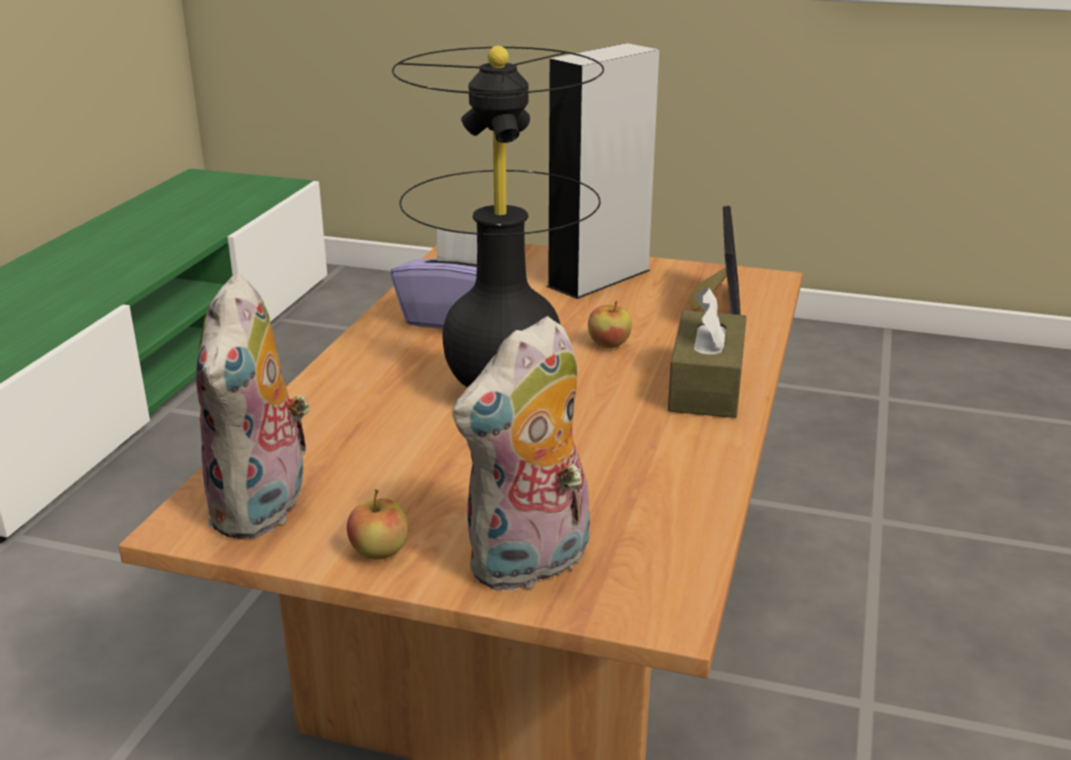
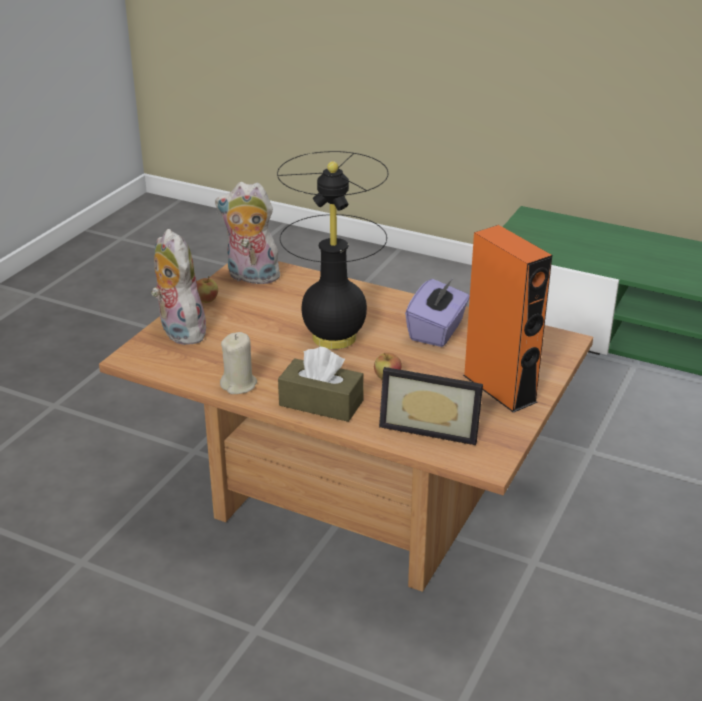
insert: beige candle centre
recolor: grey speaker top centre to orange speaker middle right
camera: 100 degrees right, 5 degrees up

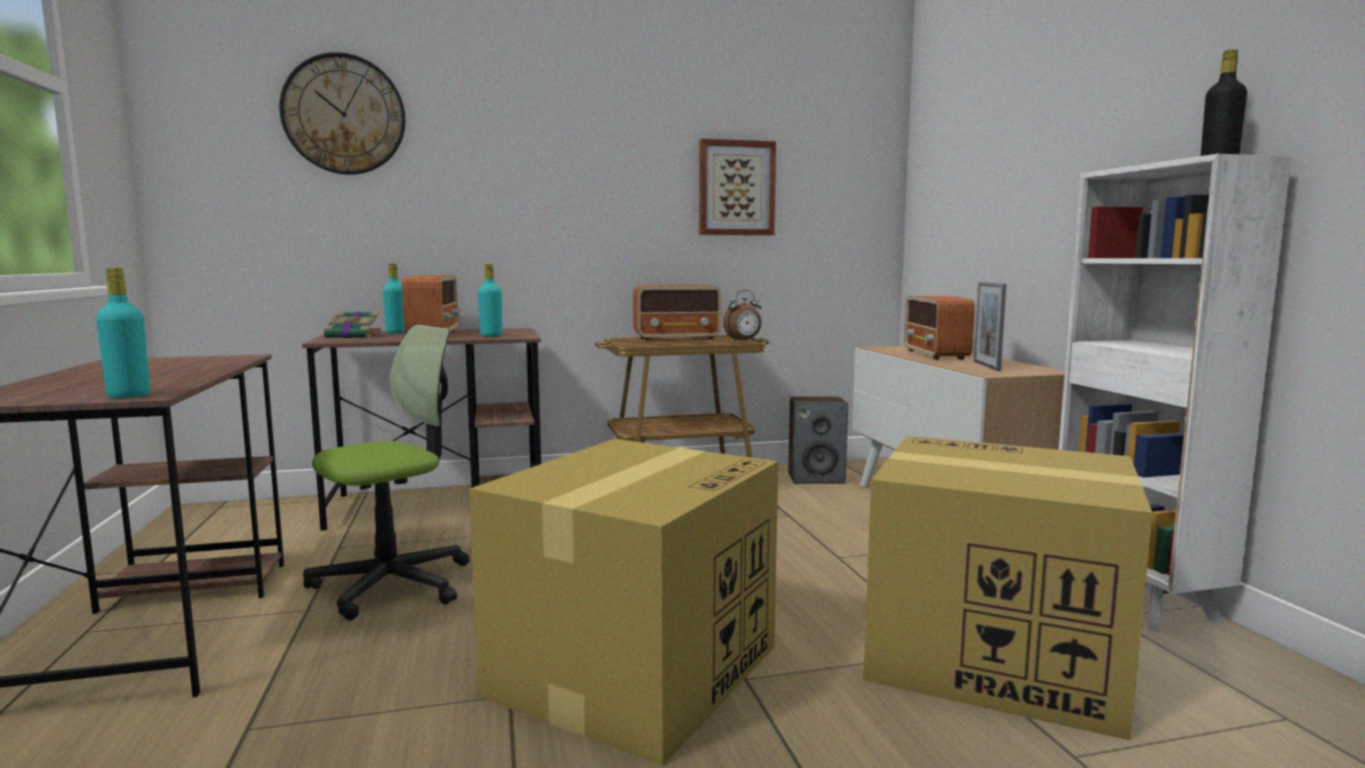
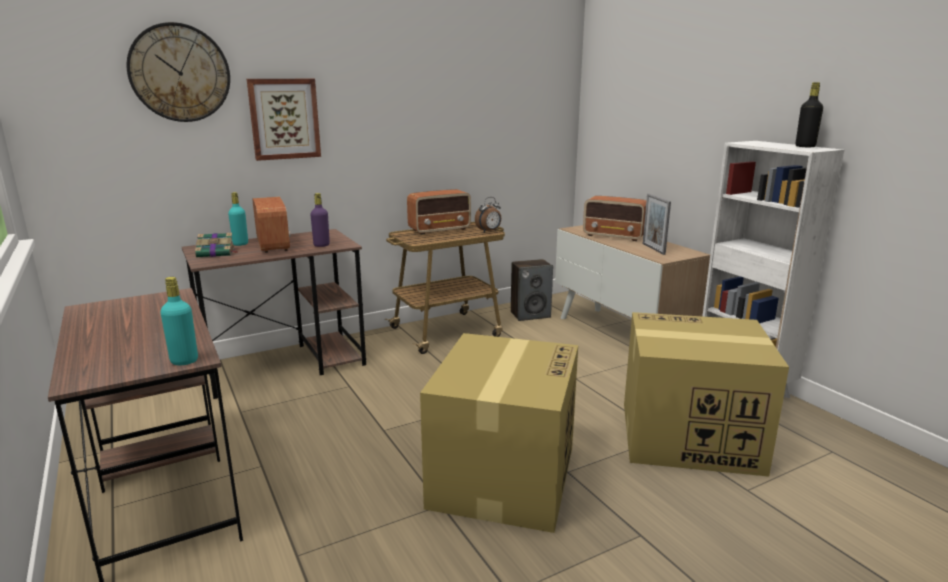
delete: office chair middle left
move: picture top centre to top left
recolor: turquoise bottle (3rd from left) centre to purple bottle centre
rotate: radio (3rd from left) middle right = centre 45 degrees counterclockwise
camera: 15 degrees left, 10 degrees up

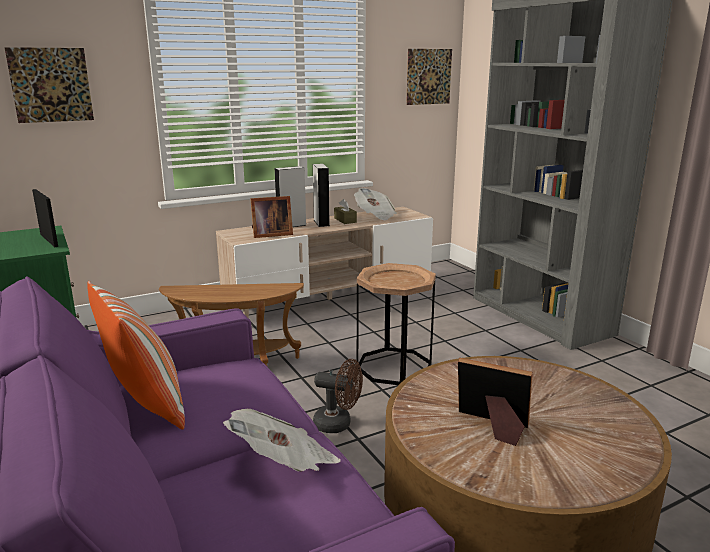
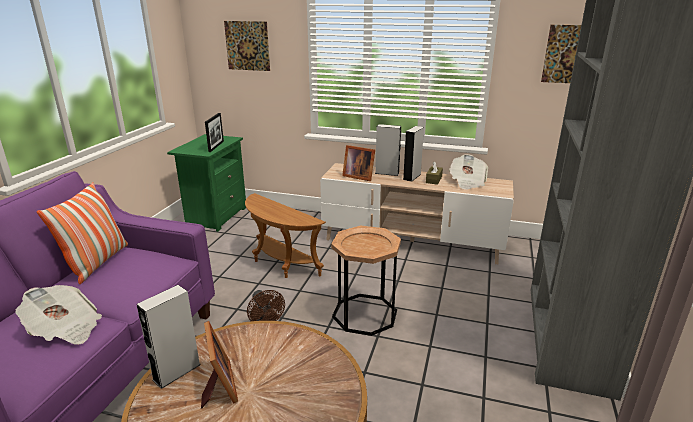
insert: grey speaker (1st from left) bottom left
camera: 45 degrees right, 5 degrees up

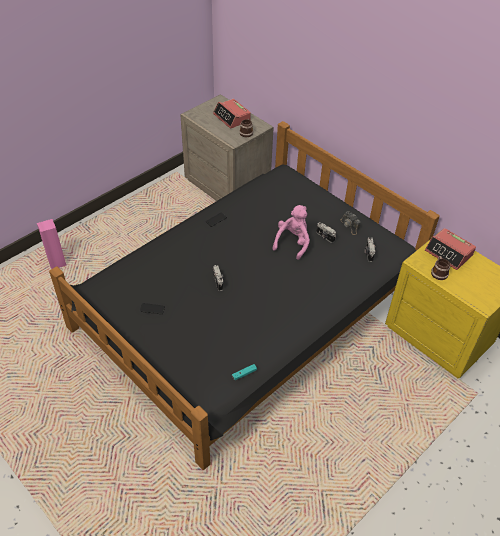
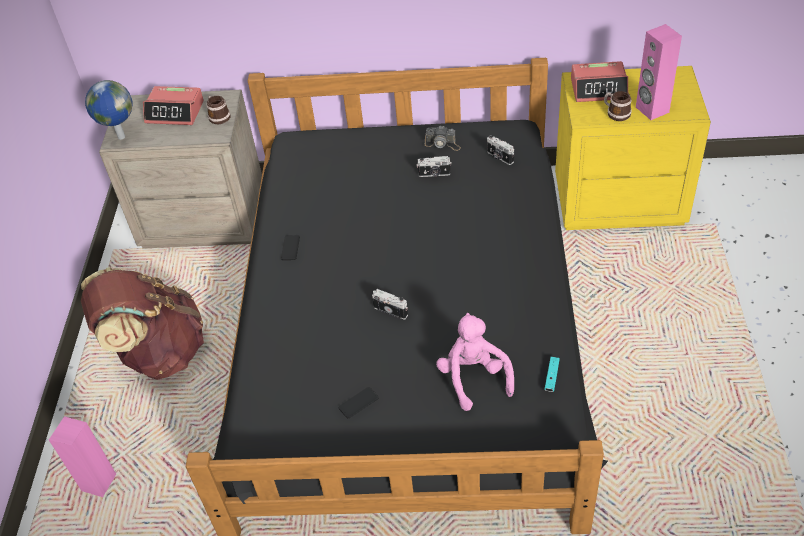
insert: brown backpack middle left; globe top left; pink speaker (2nd from left) top right
move: pink plush toy centre to bottom centre
camera: 40 degrees left, 0 degrees up

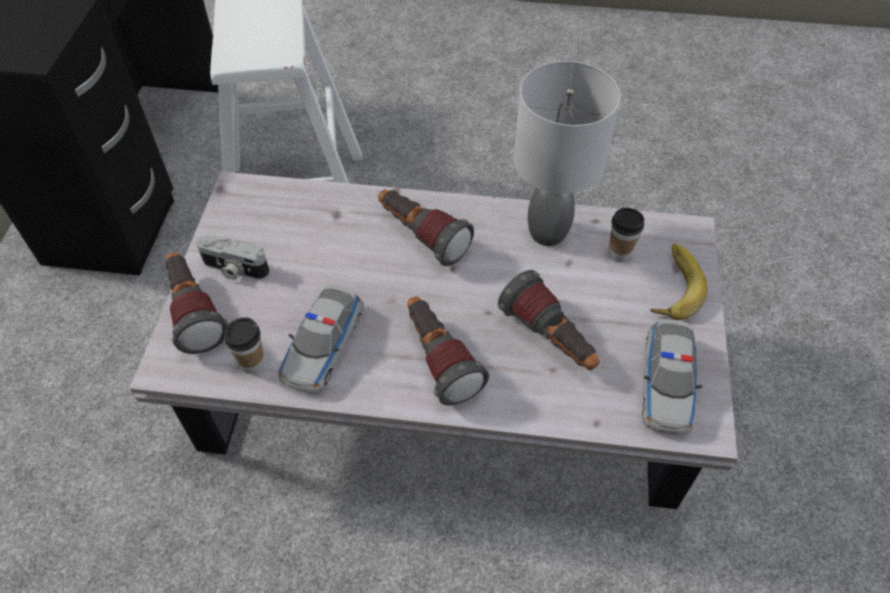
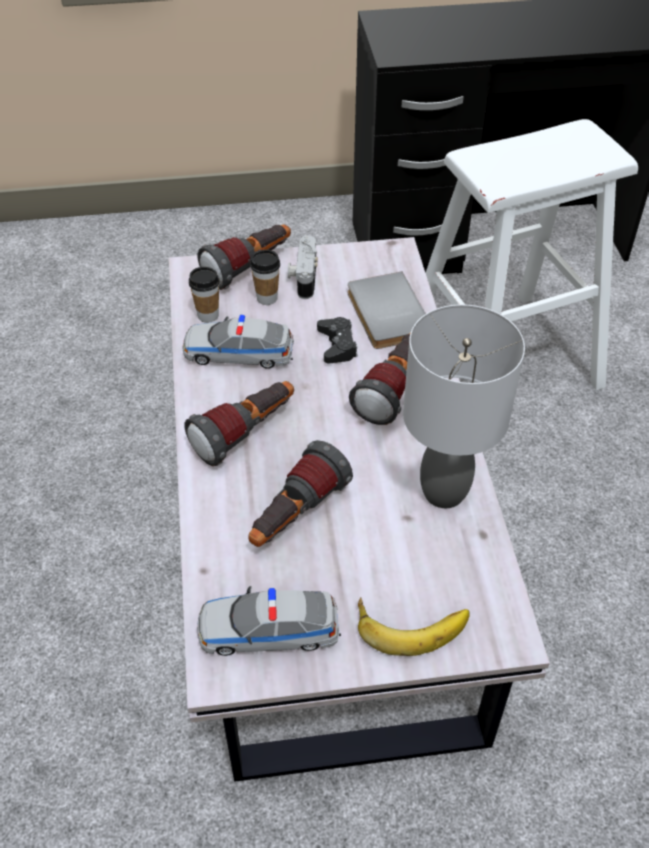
insert: black game controller centre; grey book centre
move: cup (2nd from left) middle right to top centre
camera: 75 degrees right, 5 degrees down

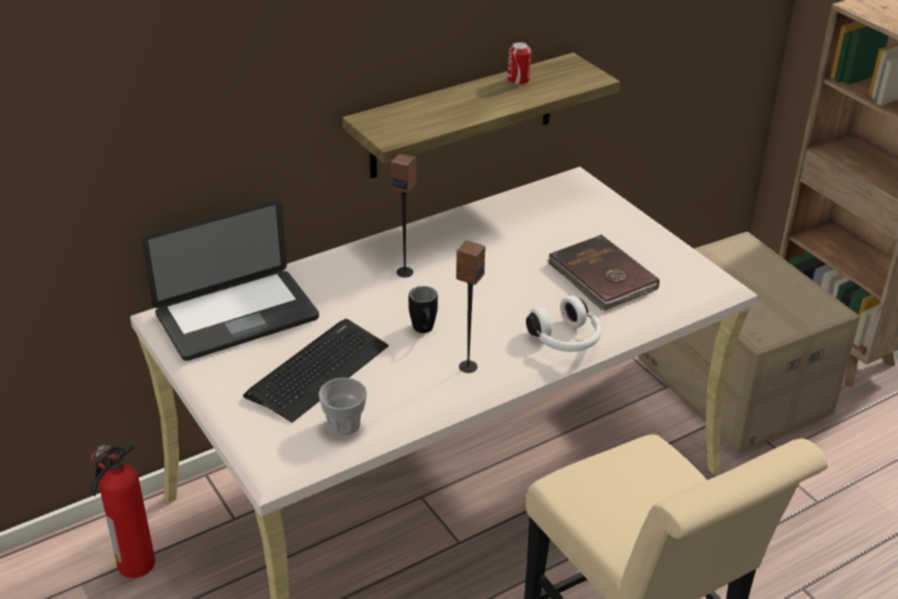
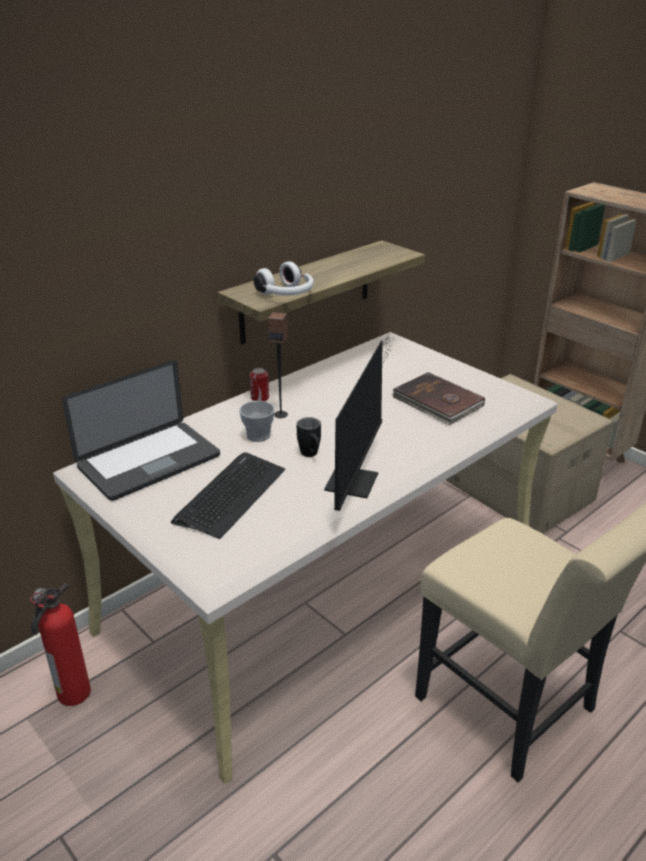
move: cup bottom centre to centre; can top centre to centre; white headphones centre to top centre
replace: speaker (2nd from left) centre to monitor centre
camera: 10 degrees left, 5 degrees down

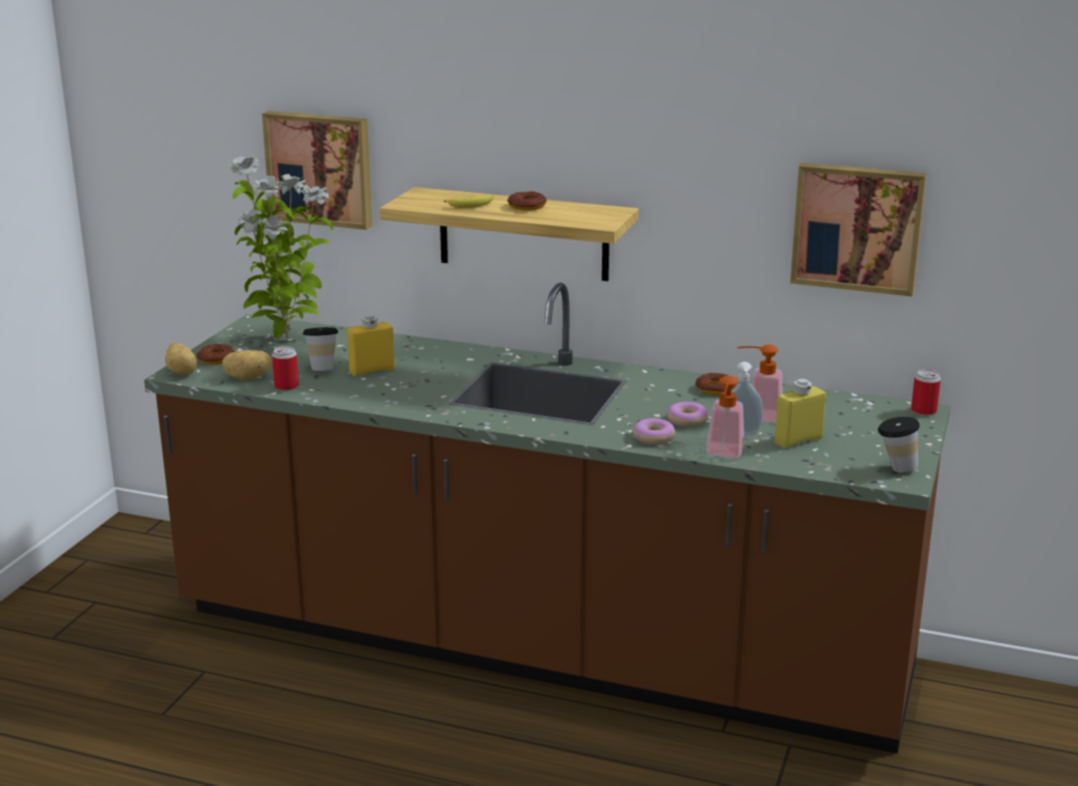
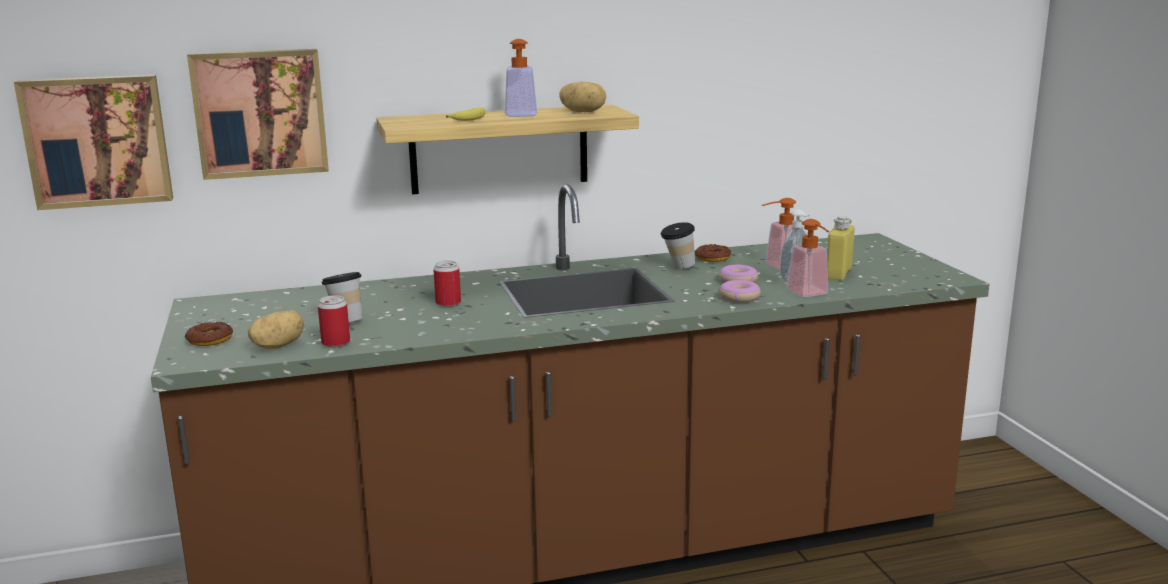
delete: potted plant top left; yellow bottle (1st from left) centre
move: potato (1st from left in the first image) middle left to potato (2nd from left) top centre; picture (2nd from left in the first image) top right to picture (1st from left) top left; cup (2nd from left) middle right to centre; can (2nd from left) middle right to centre
replace: donut (2nd from left) top centre to soap dispenser (1st from left) top centre
camera: 35 degrees left, 5 degrees down

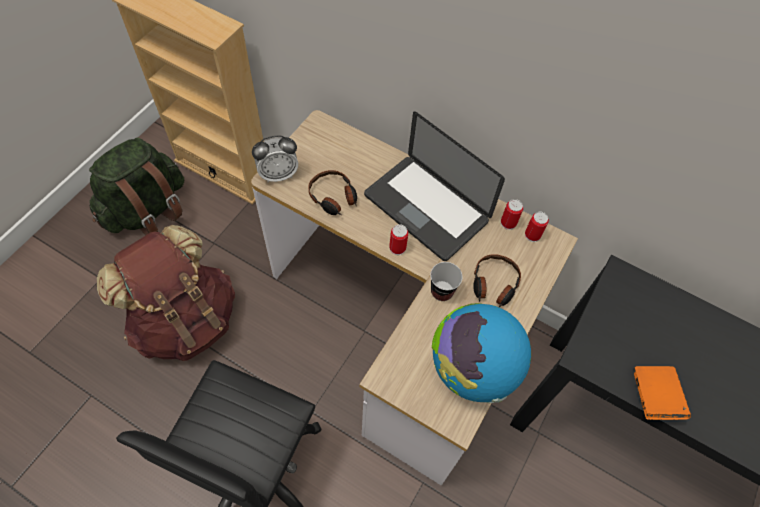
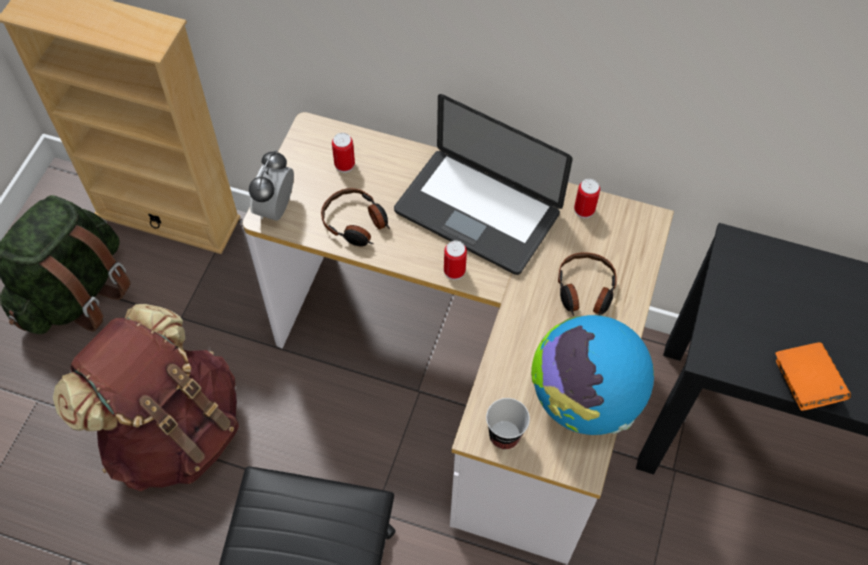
move: cup centre to bottom centre; can (3rd from left in the first image) middle right to can (1st from left) top centre
rotate: alarm clock top centre = top left 135 degrees clockwise
camera: 10 degrees left, 0 degrees up

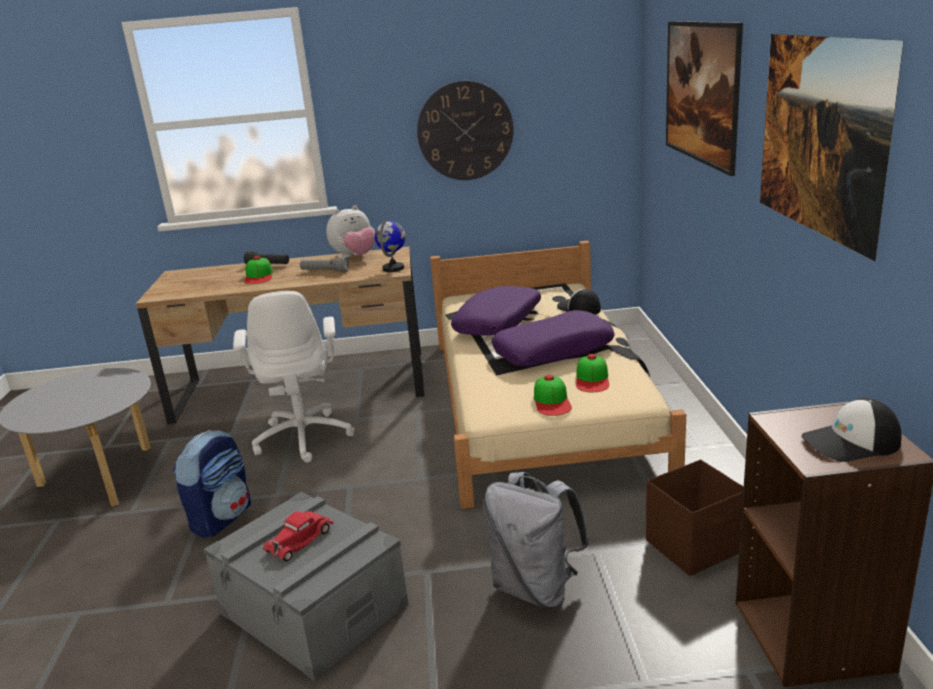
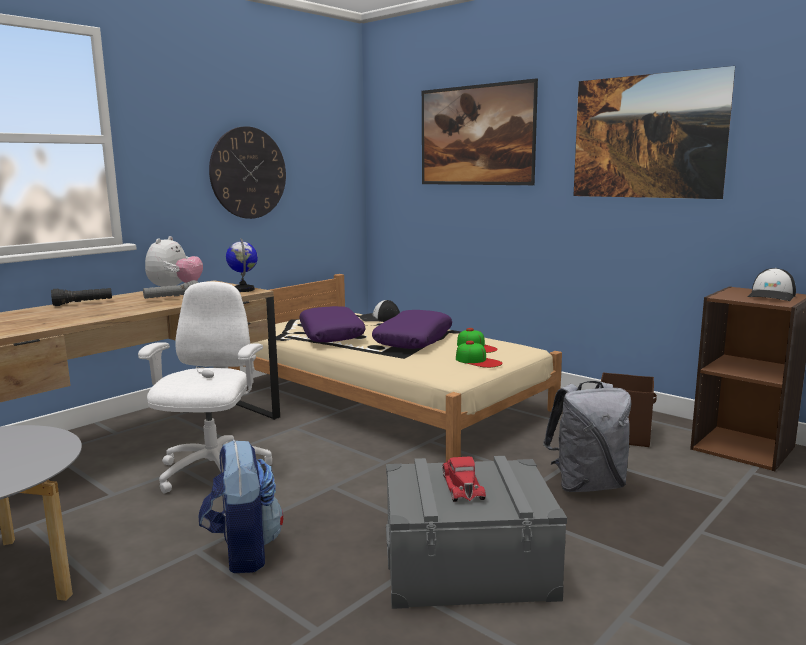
delete: cap (1st from left) middle left
rotate: white office chair middle left = middle left 120 degrees counterclockwise
camera: 45 degrees left, 10 degrees down

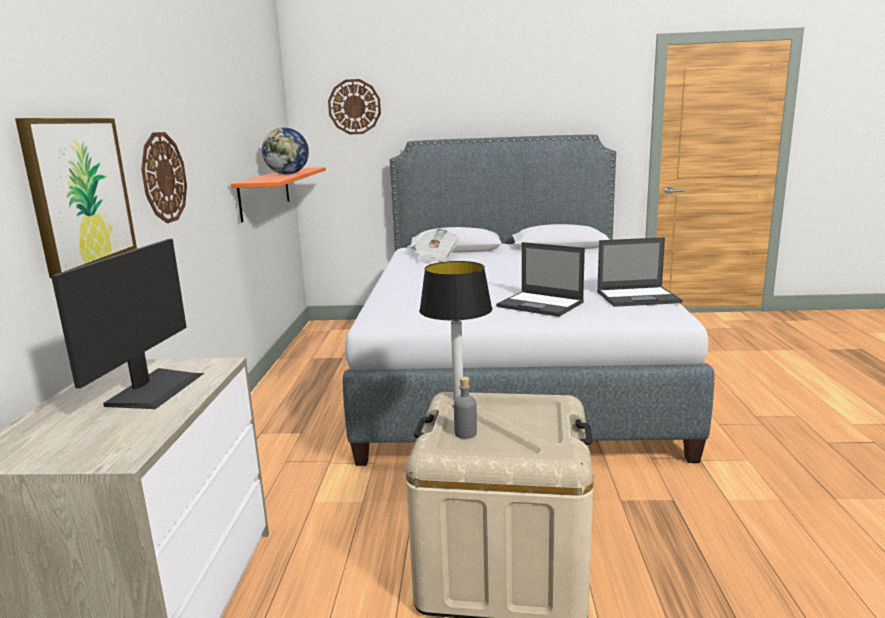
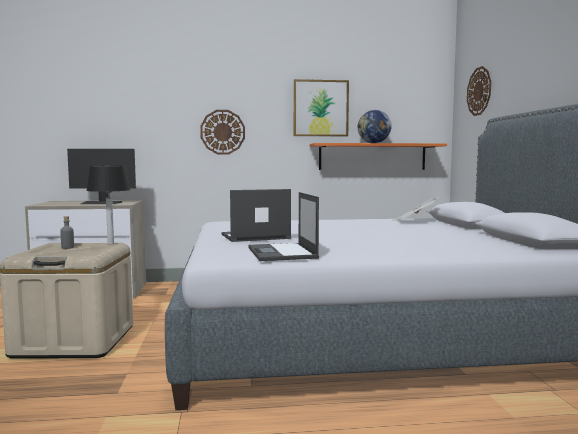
move: picture top left to top centre
rotate: laptop (1st from left) centre = centre 45 degrees clockwise
camera: 80 degrees right, 10 degrees down

